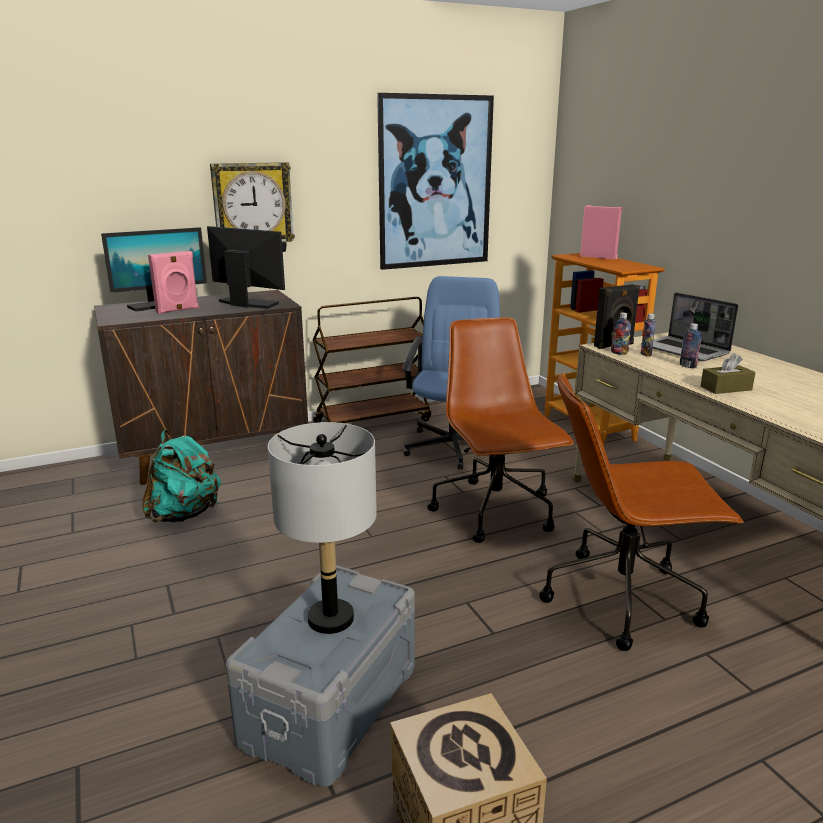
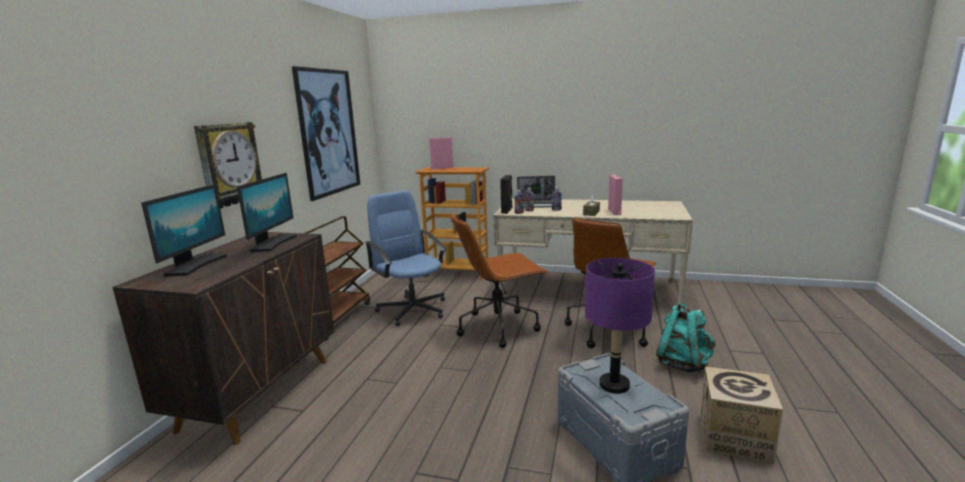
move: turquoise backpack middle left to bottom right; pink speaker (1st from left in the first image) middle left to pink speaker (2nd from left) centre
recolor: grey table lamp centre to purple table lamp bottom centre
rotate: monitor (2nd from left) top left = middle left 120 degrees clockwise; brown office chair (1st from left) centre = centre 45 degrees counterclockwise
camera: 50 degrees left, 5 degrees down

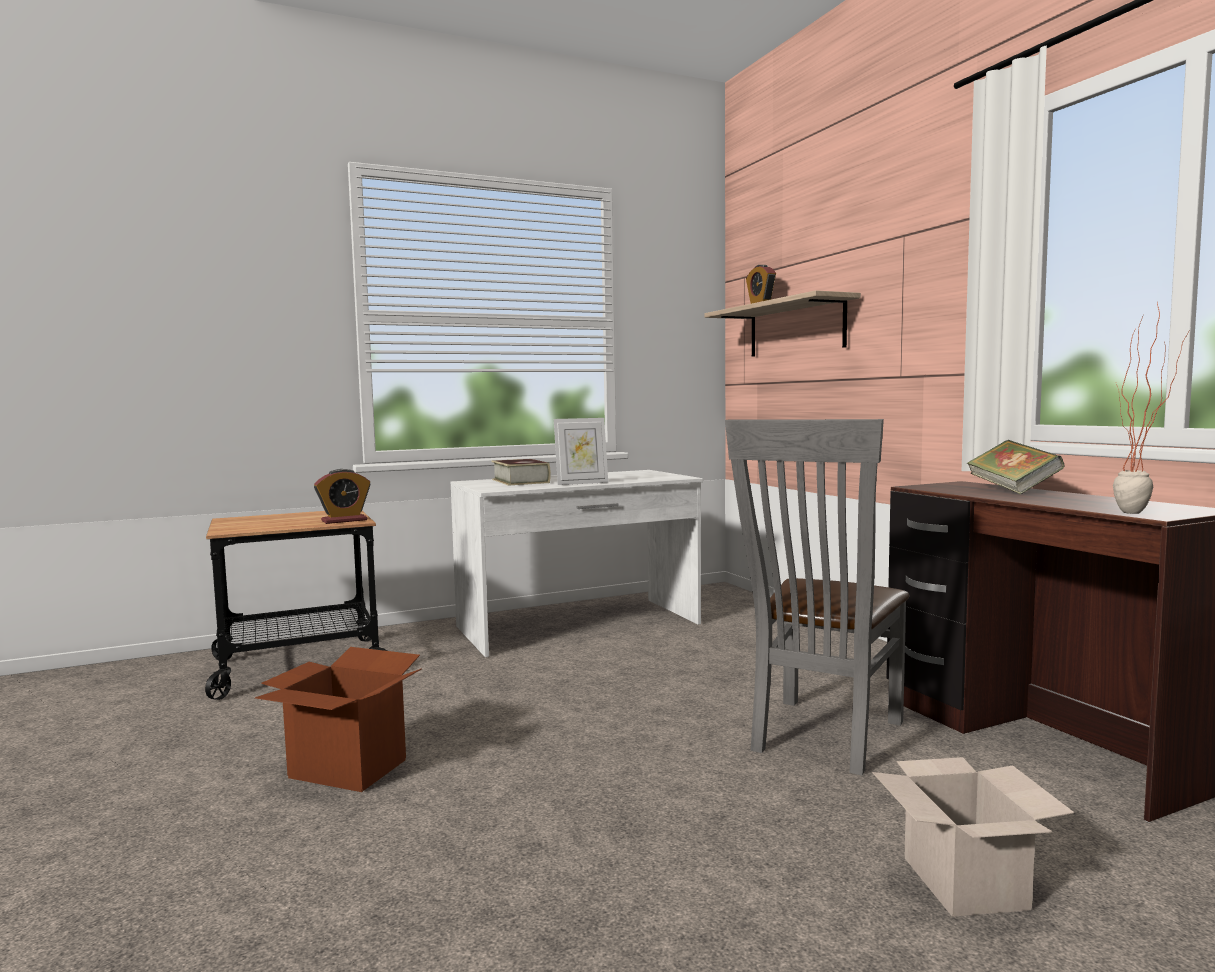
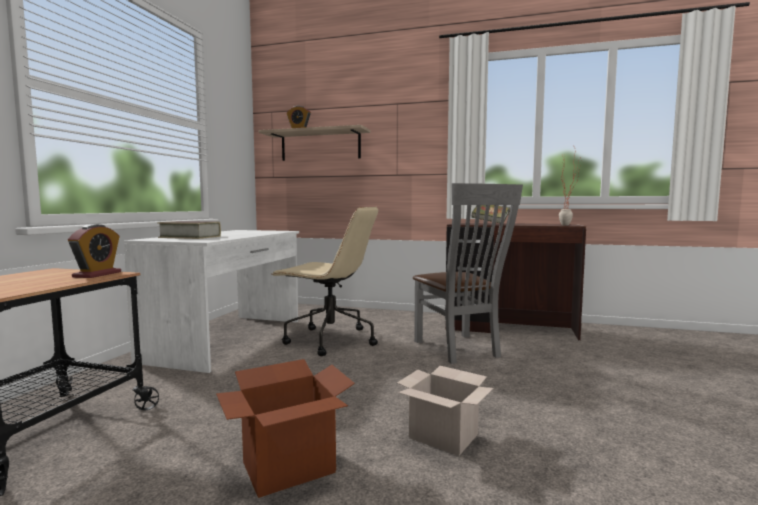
delete: picture frame centre
insert: beige office chair centre
move: cardboard box (2nd from left) bottom right to bottom centre
camera: 50 degrees left, 0 degrees up

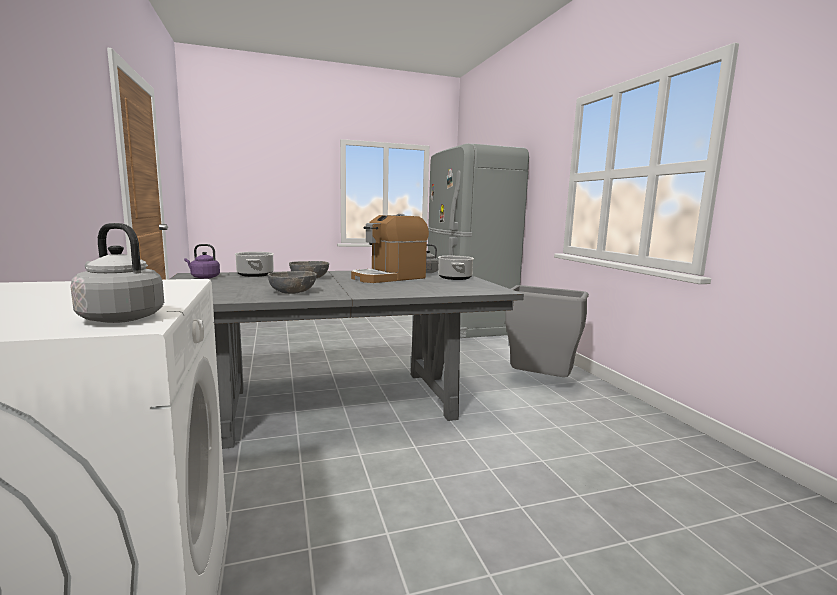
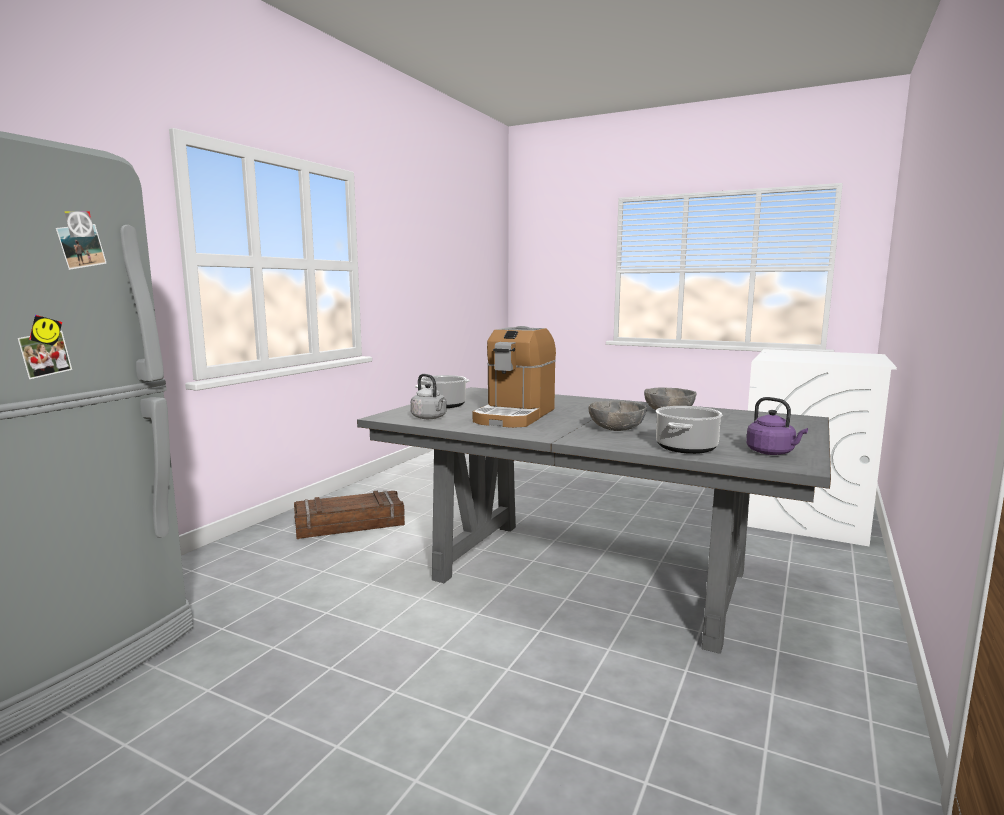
delete: grey kettle (1st from left) middle left
replace: grey trash can centre to crate centre
rotate: coffee machine centre = centre 105 degrees clockwise
camera: 135 degrees left, 0 degrees up

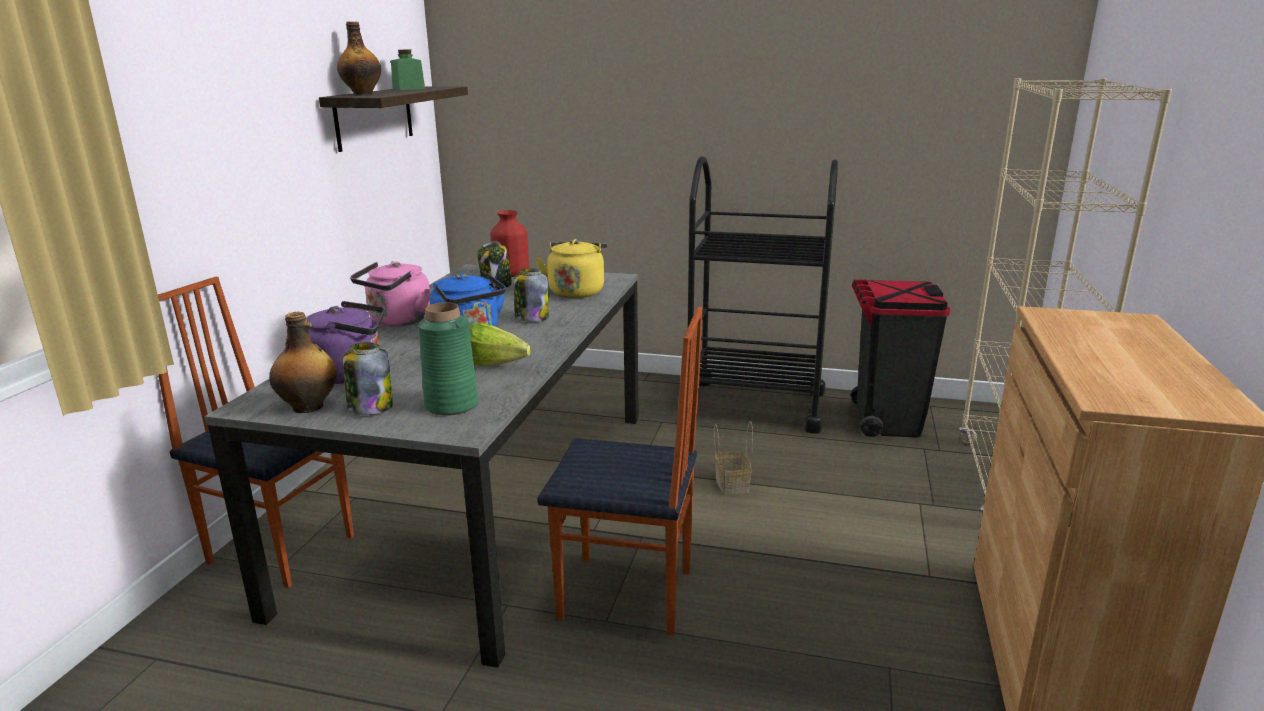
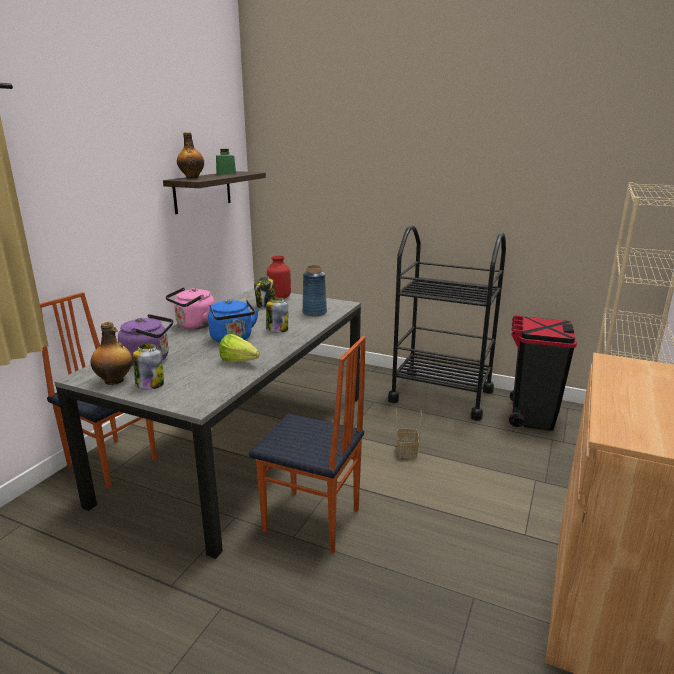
delete: green vase centre
replace: yellow kettle centre to blue vase centre
camera: 10 degrees right, 0 degrees up

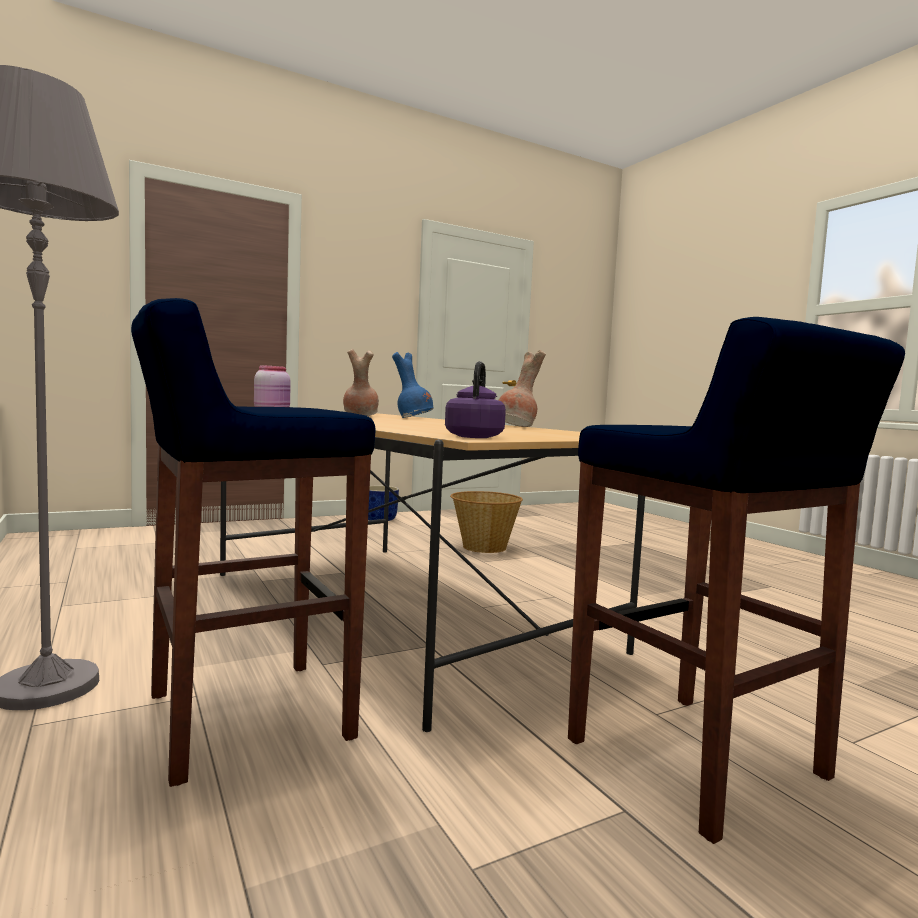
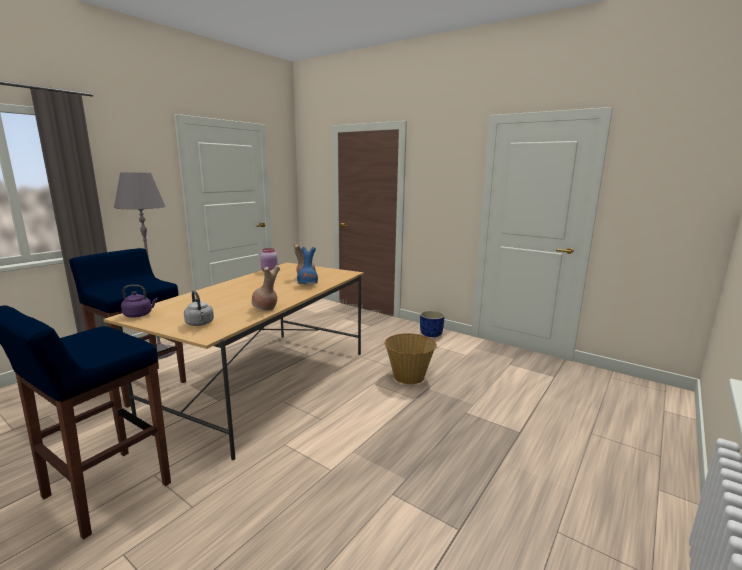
insert: grey kettle middle left
camera: 65 degrees right, 10 degrees up

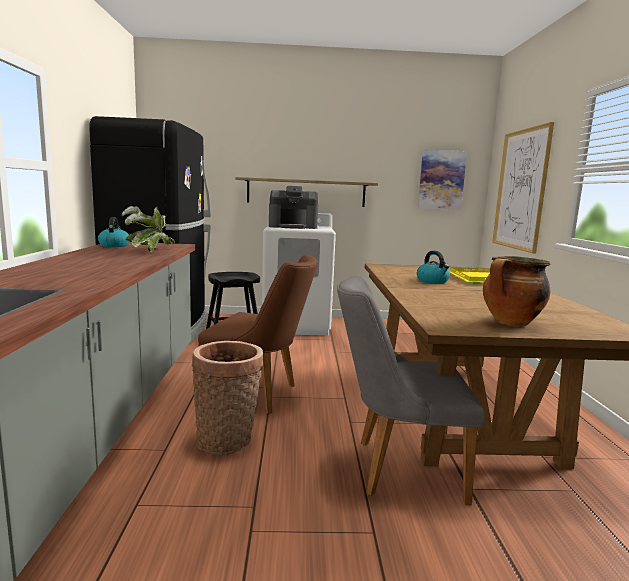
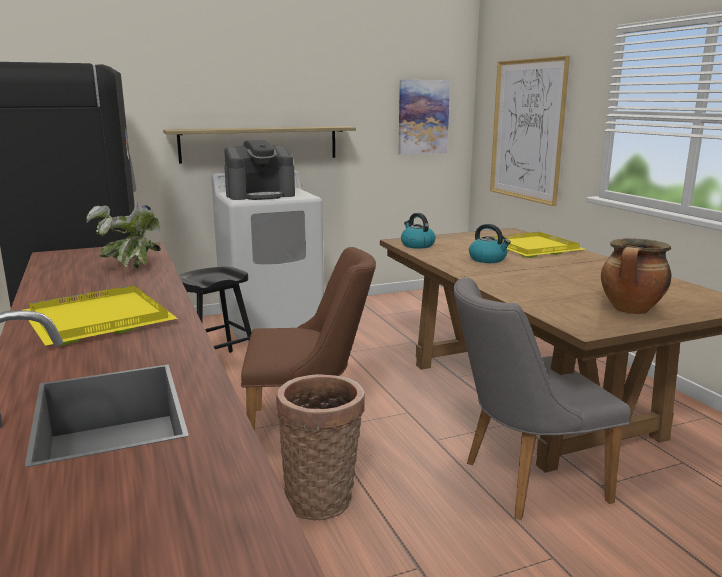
insert: yellow tray (1st from left) middle left
move: kettle (1st from left) middle left to centre
camera: 20 degrees left, 5 degrees up

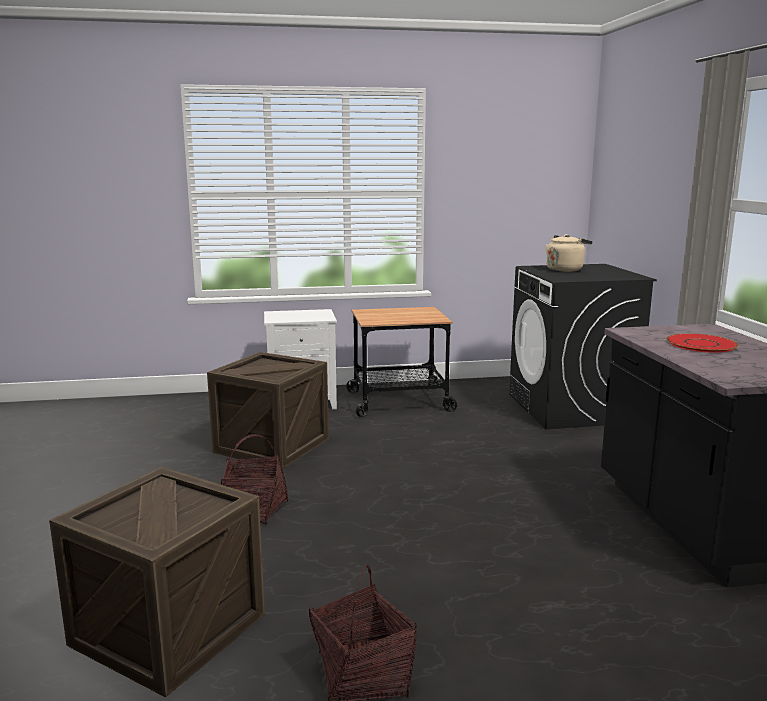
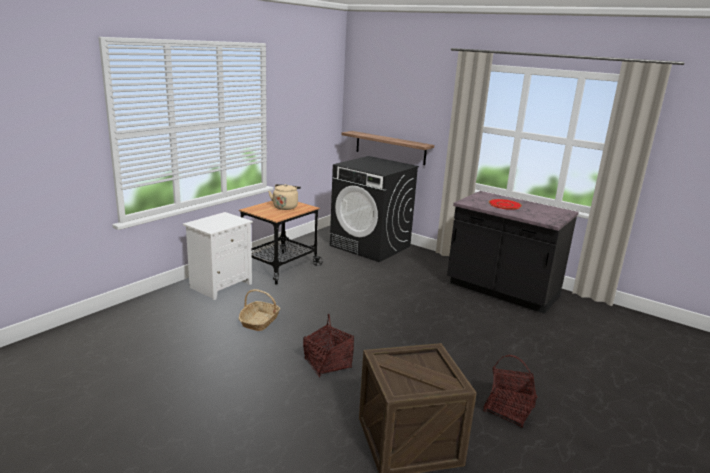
insert: shelf top centre
move: beige kettle middle right to centre
replace: crate (2nd from left) centre to basket (1st from left) centre
camera: 45 degrees left, 5 degrees up

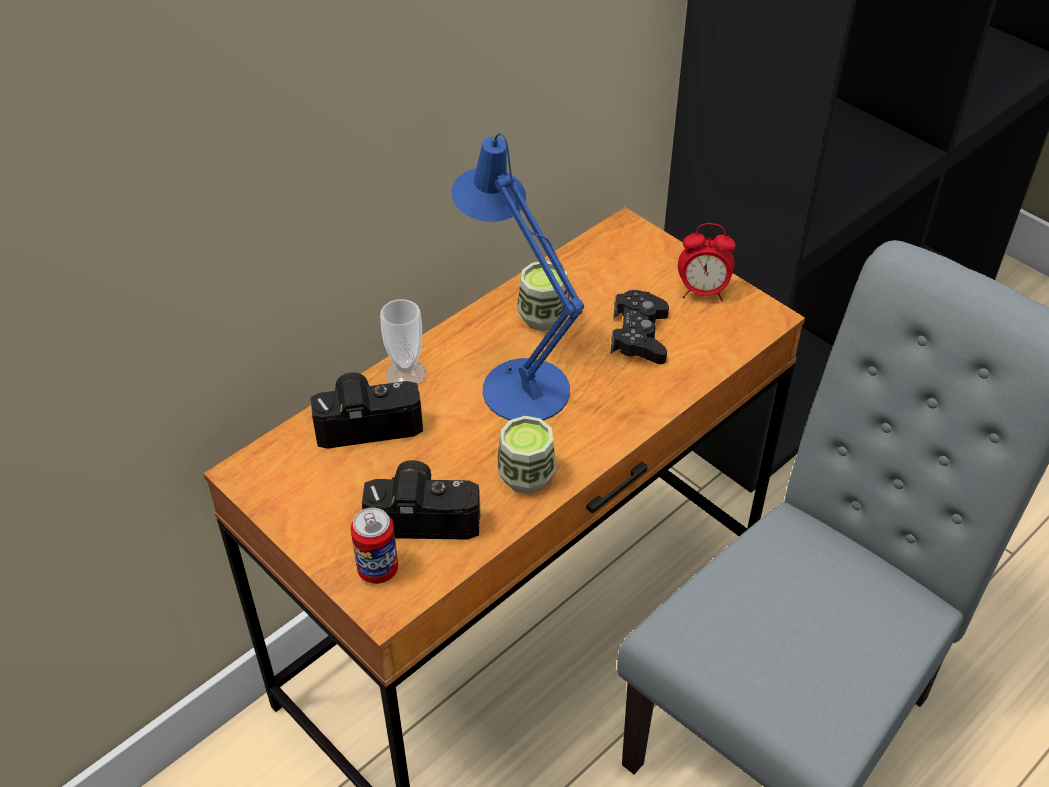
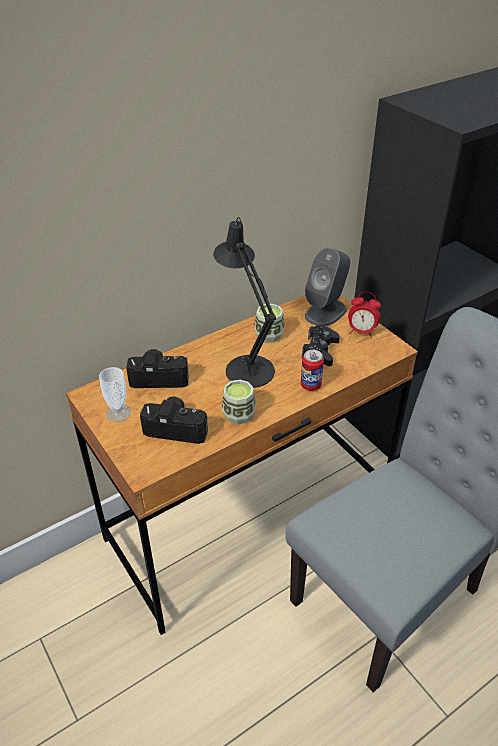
insert: grey speaker centre
move: can bottom centre to centre; cup (1st from left) centre to middle left
recolor: blue table lamp centre to black table lamp centre
camera: 10 degrees right, 5 degrees down

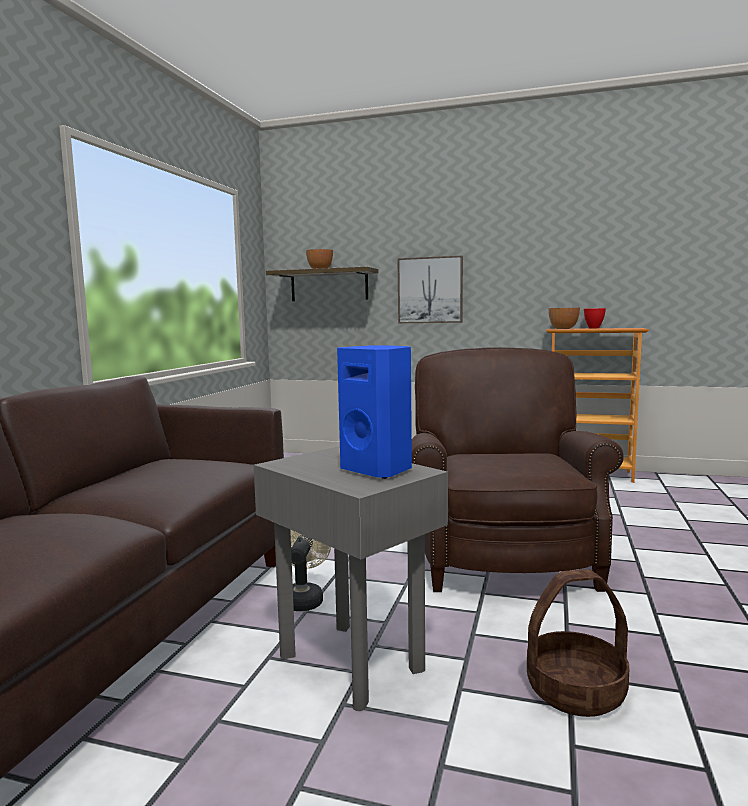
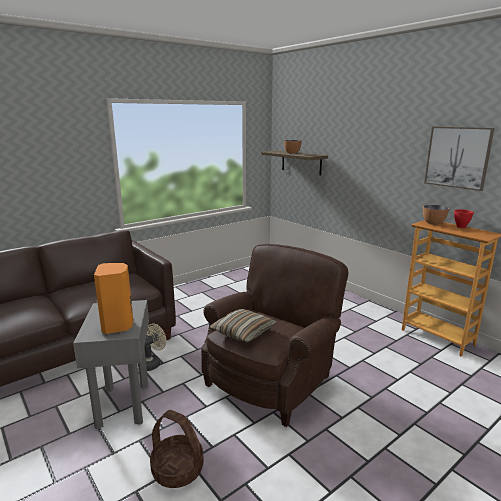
insert: pillow centre
move: picture centre to top right
recolor: blue speaker centre to orange speaker middle left
camera: 35 degrees right, 10 degrees up

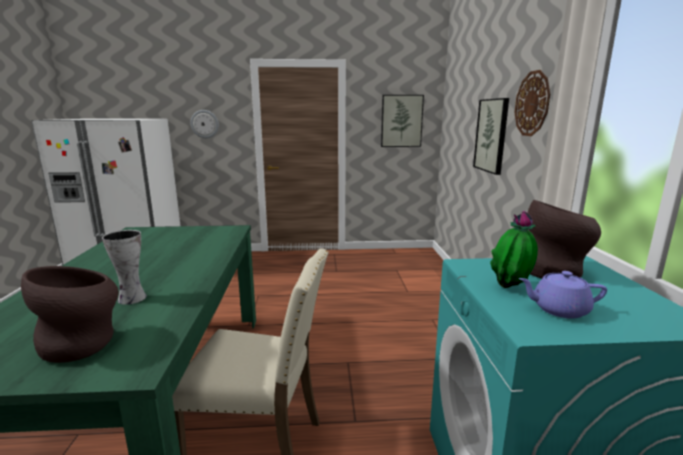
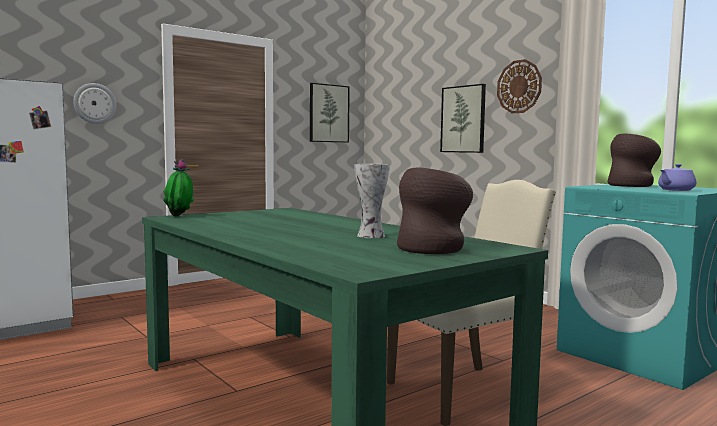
move: potted plant middle right to middle left
camera: 35 degrees left, 10 degrees down

